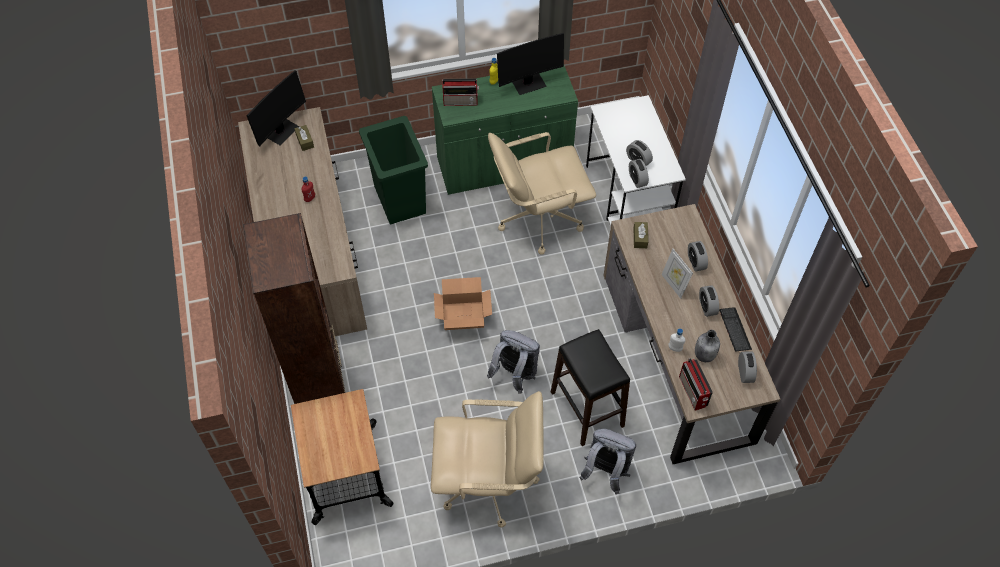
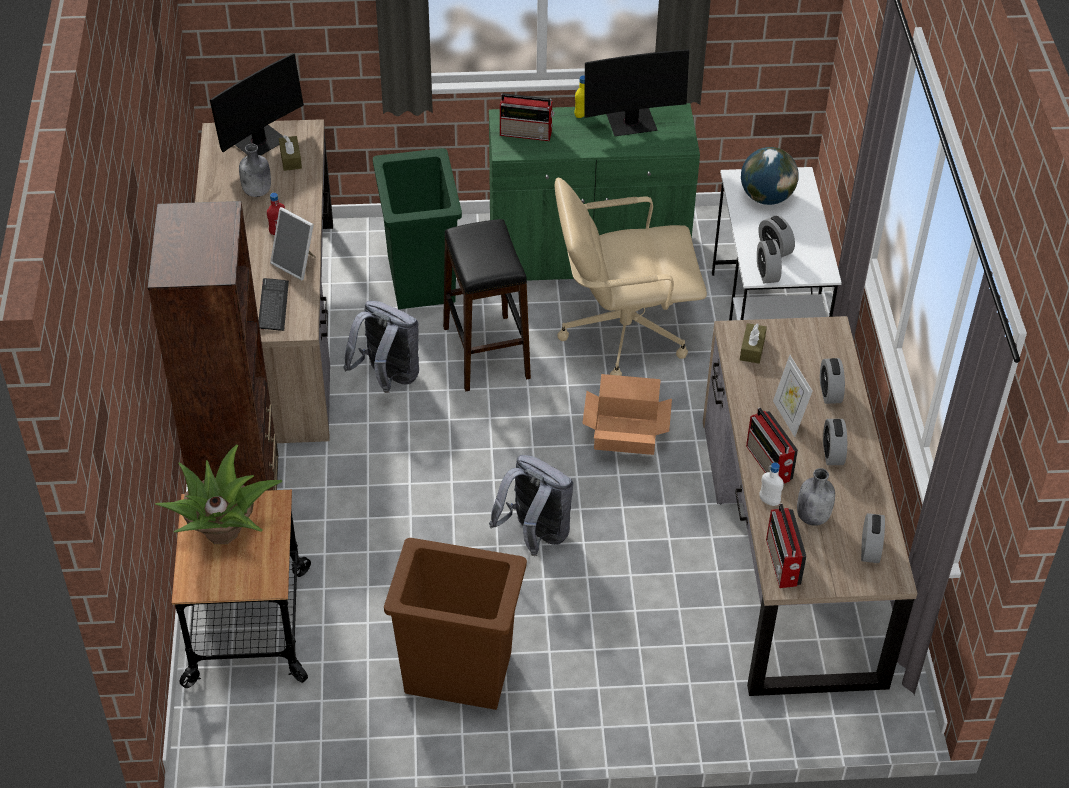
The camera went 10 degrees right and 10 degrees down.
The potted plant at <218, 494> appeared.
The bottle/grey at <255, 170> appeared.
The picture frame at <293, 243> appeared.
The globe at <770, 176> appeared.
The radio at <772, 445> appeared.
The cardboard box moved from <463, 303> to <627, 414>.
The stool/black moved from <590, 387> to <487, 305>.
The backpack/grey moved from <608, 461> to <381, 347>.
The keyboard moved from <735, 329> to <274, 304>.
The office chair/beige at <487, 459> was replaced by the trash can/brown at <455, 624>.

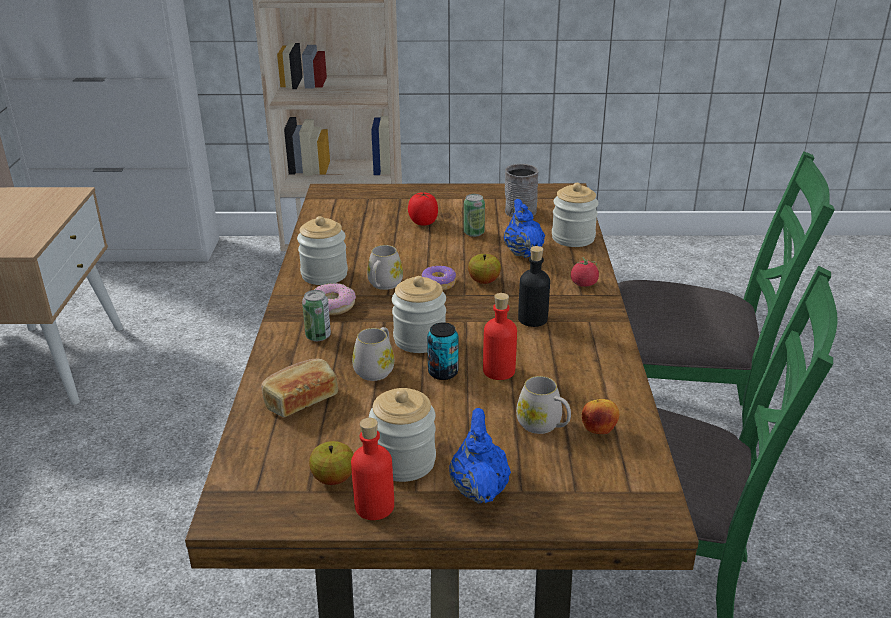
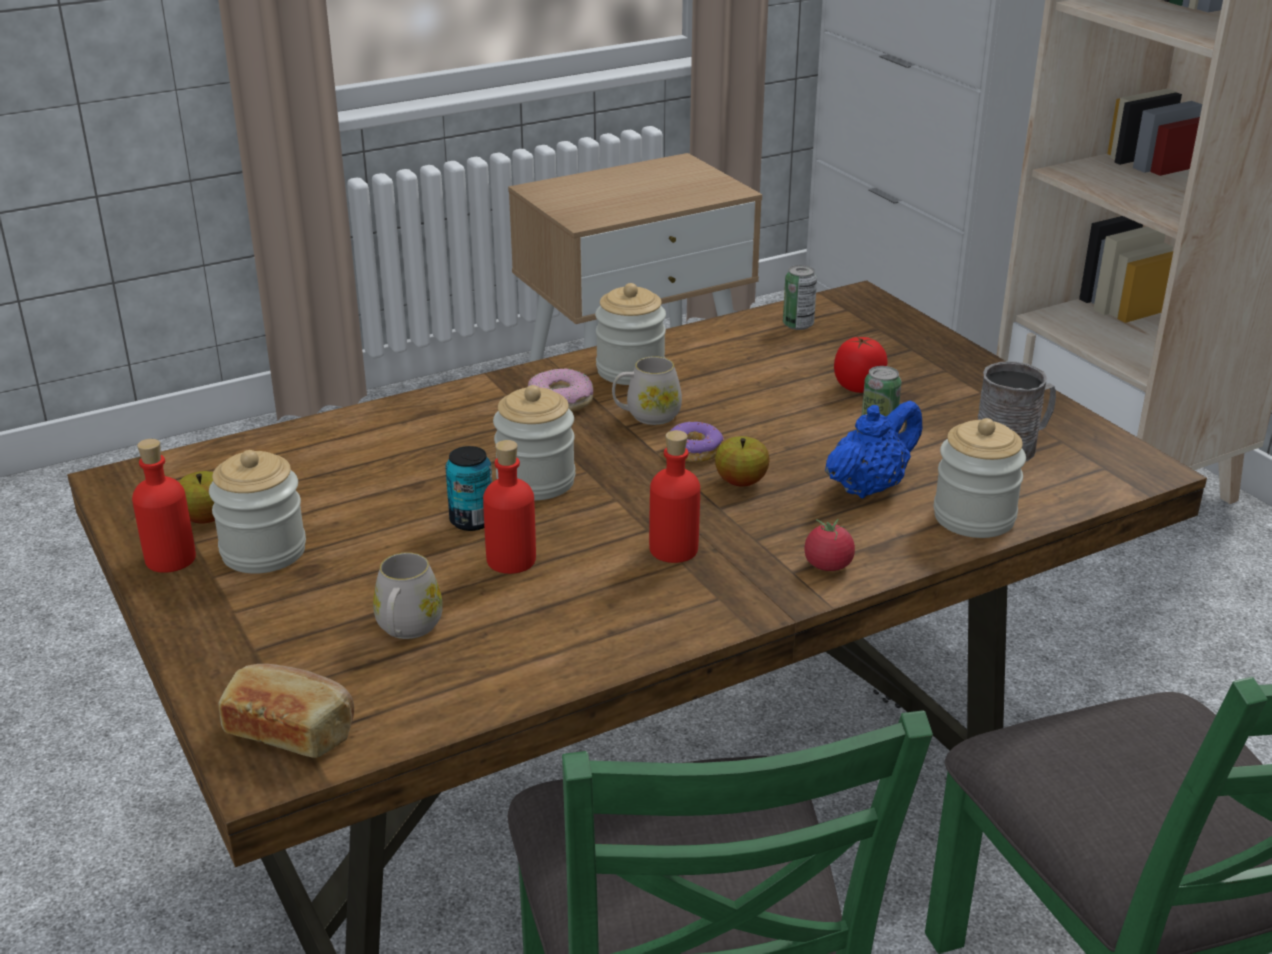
The camera went 60 degrees right and 0 degrees up.
The mug/white at <373, 354> disappeared.
The teapot/blue at <480, 456> disappeared.
The apple at <600, 416> disappeared.
The bread moved from <299, 387> to <286, 711>.
The can moved from <316, 315> to <800, 297>.
The bottle/black at <534, 286> became the bottle/red at <674, 496>.

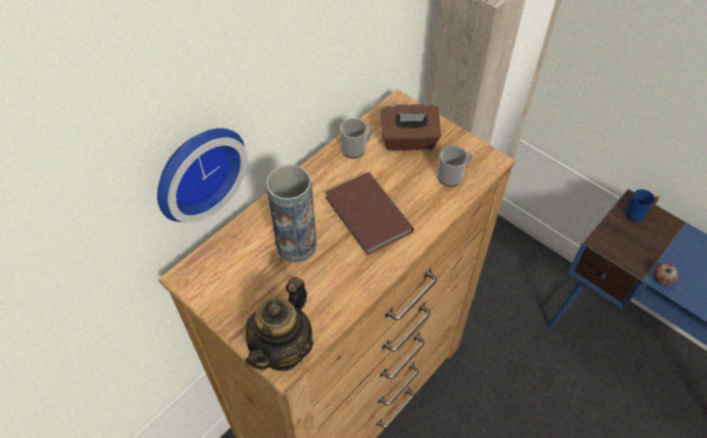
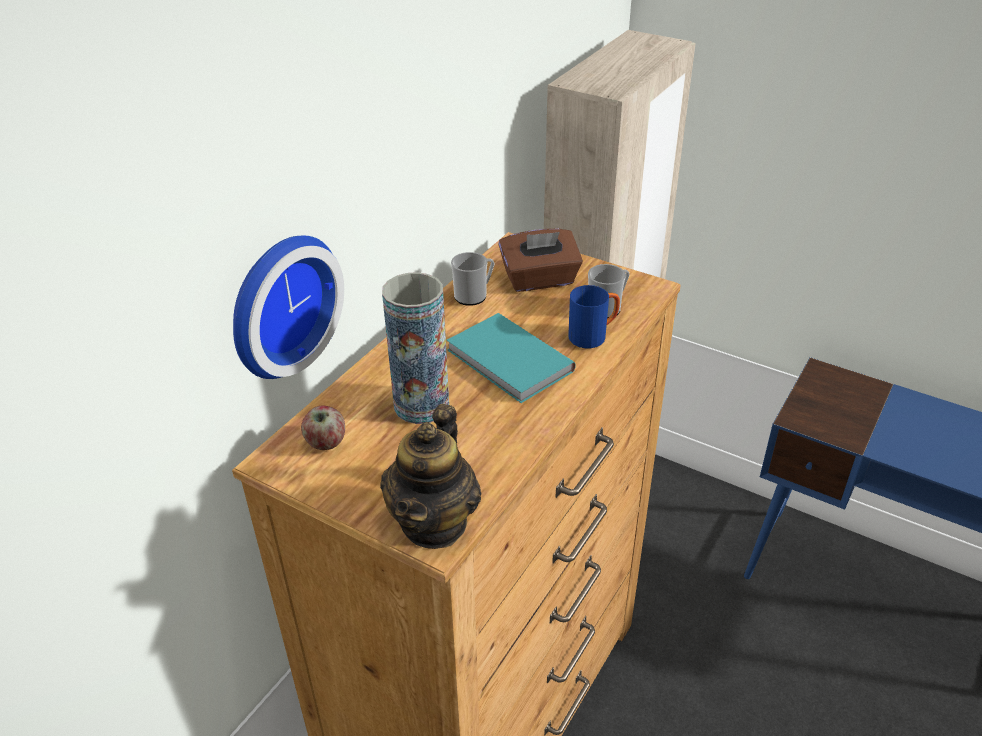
The camera went 10 degrees left and 15 degrees down.
The mug/blue moved from <642, 205> to <594, 316>.
The apple moved from <666, 274> to <323, 427>.
The book/brown at <369, 213> became the book/turquoise at <511, 358>.

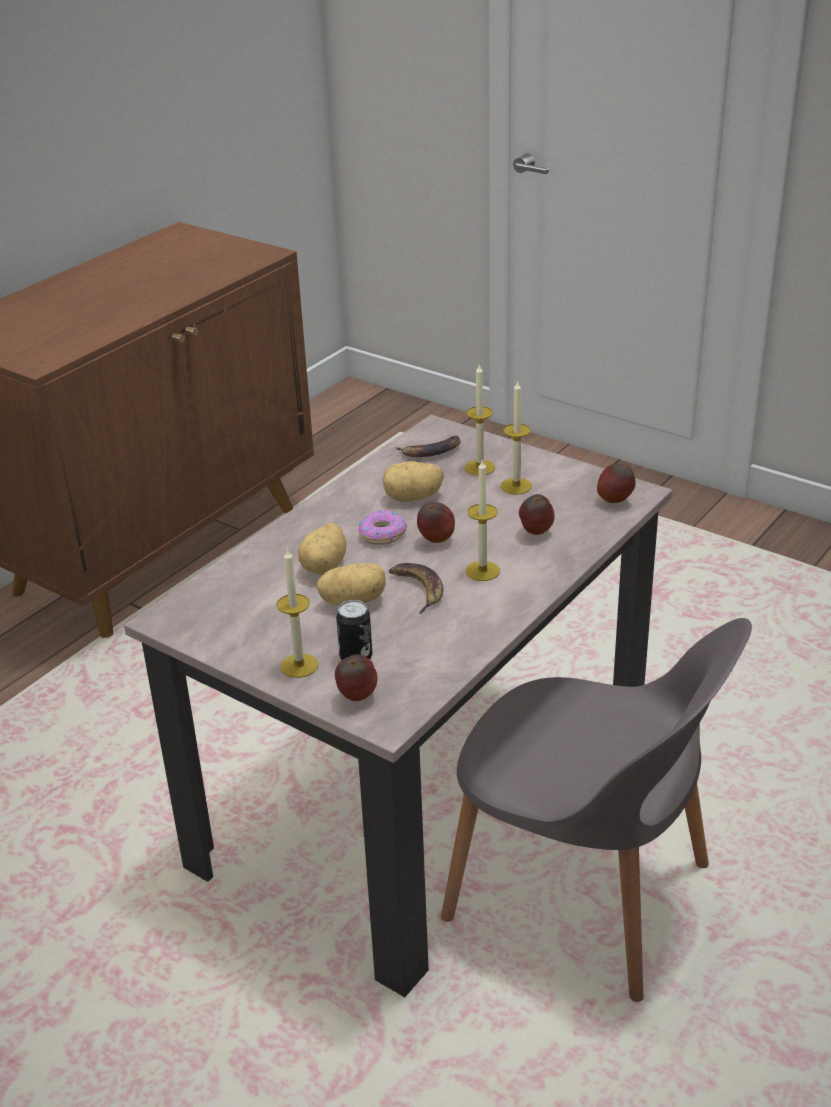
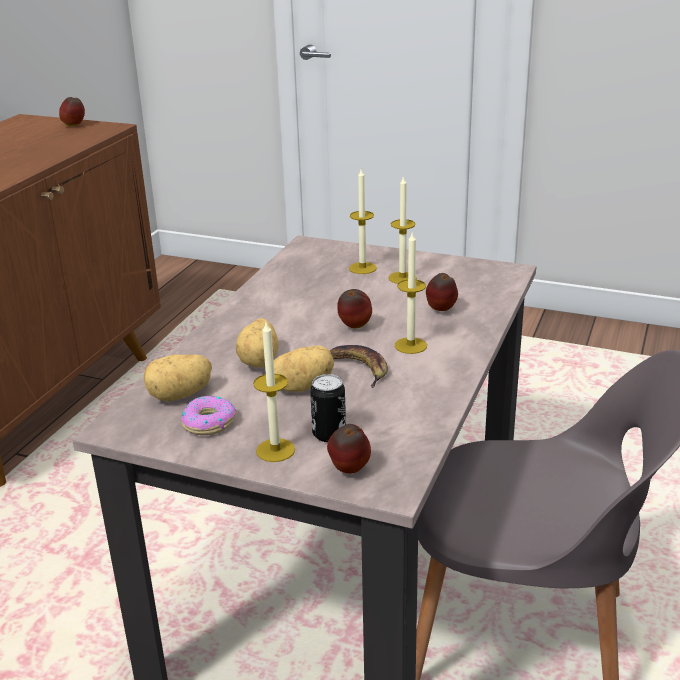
The camera went 15 degrees left and 5 degrees down.
The banana at <428, 446> disappeared.
The donut moved from <382, 527> to <208, 415>.
The potato moved from <413, 481> to <178, 377>.
The apple moved from <616, 483> to <72, 111>.

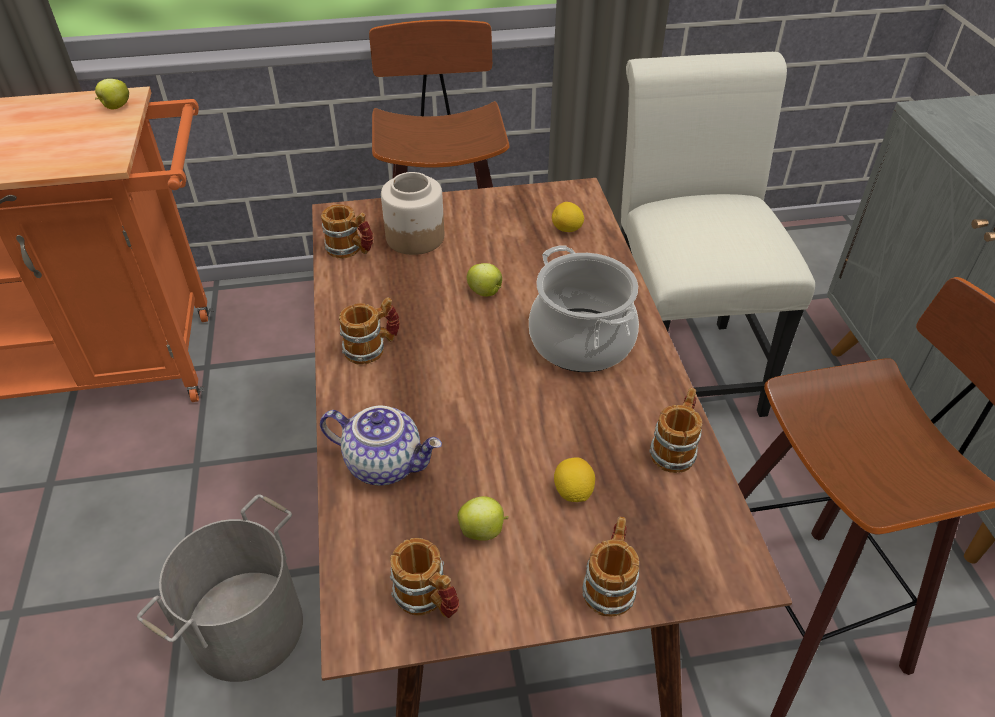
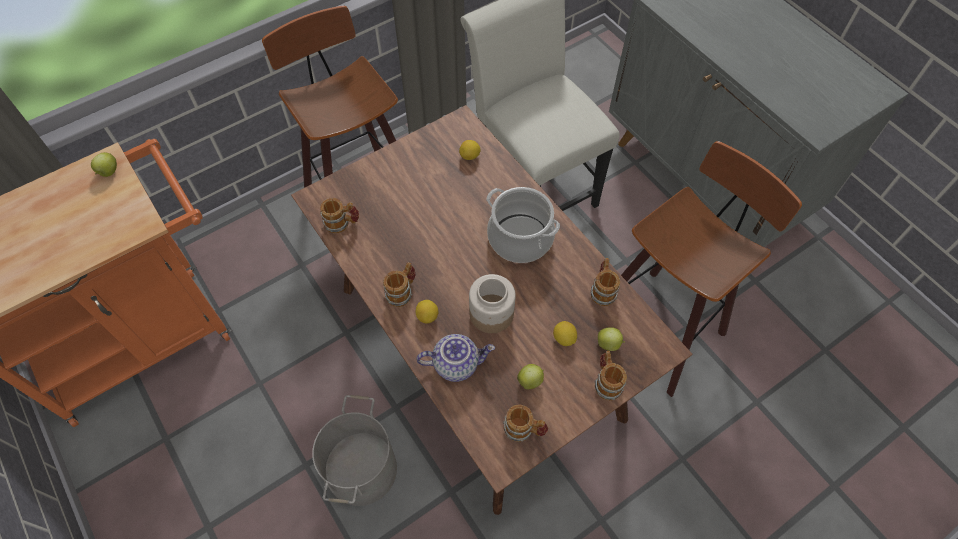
The camera went 25 degrees left and 15 degrees up.
The lemon at <427, 312> appeared.
The jar moved from <412, 213> to <492, 303>.
The apple moved from <484, 279> to <611, 339>.

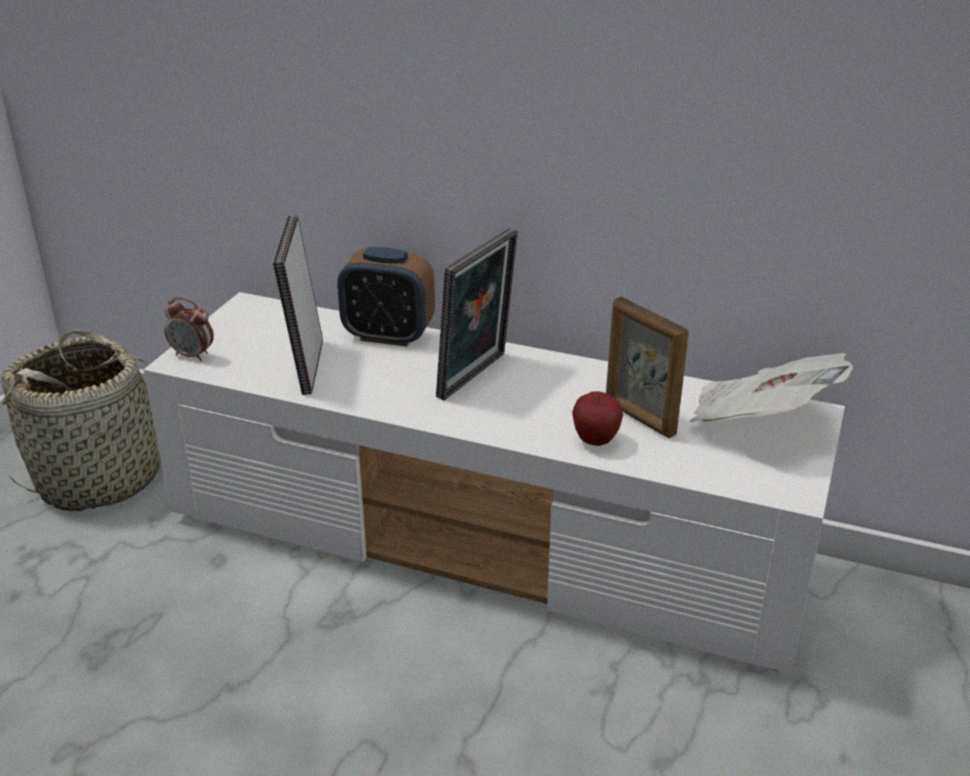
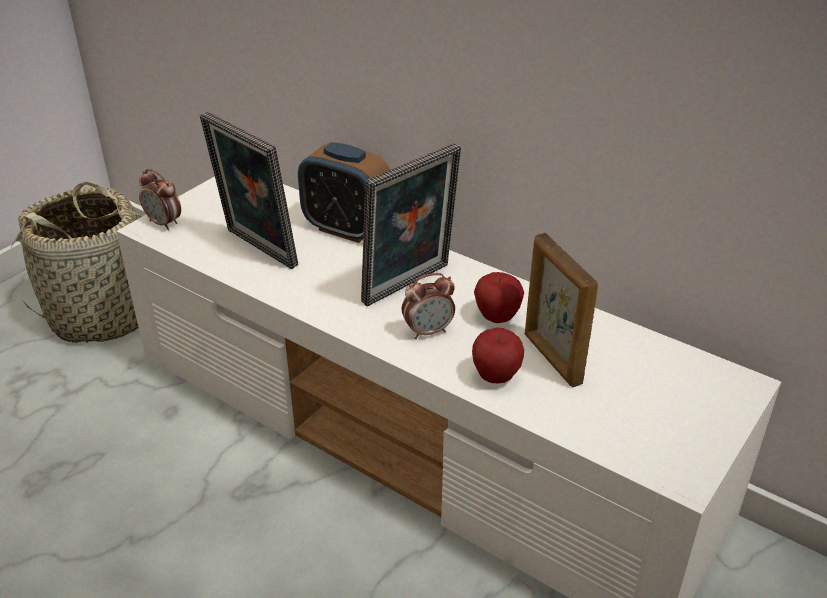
The camera went 15 degrees right and 5 degrees up.
The newspaper at <771, 387> disappeared.
The alarm clock at <428, 306> appeared.
The apple at <499, 297> appeared.
The picture frame at <298, 305> turned 60 degrees counterclockwise.

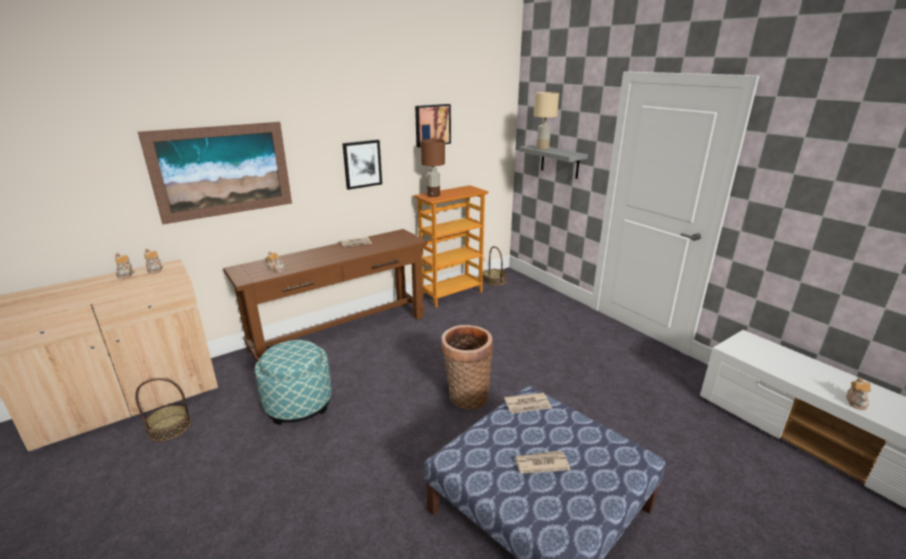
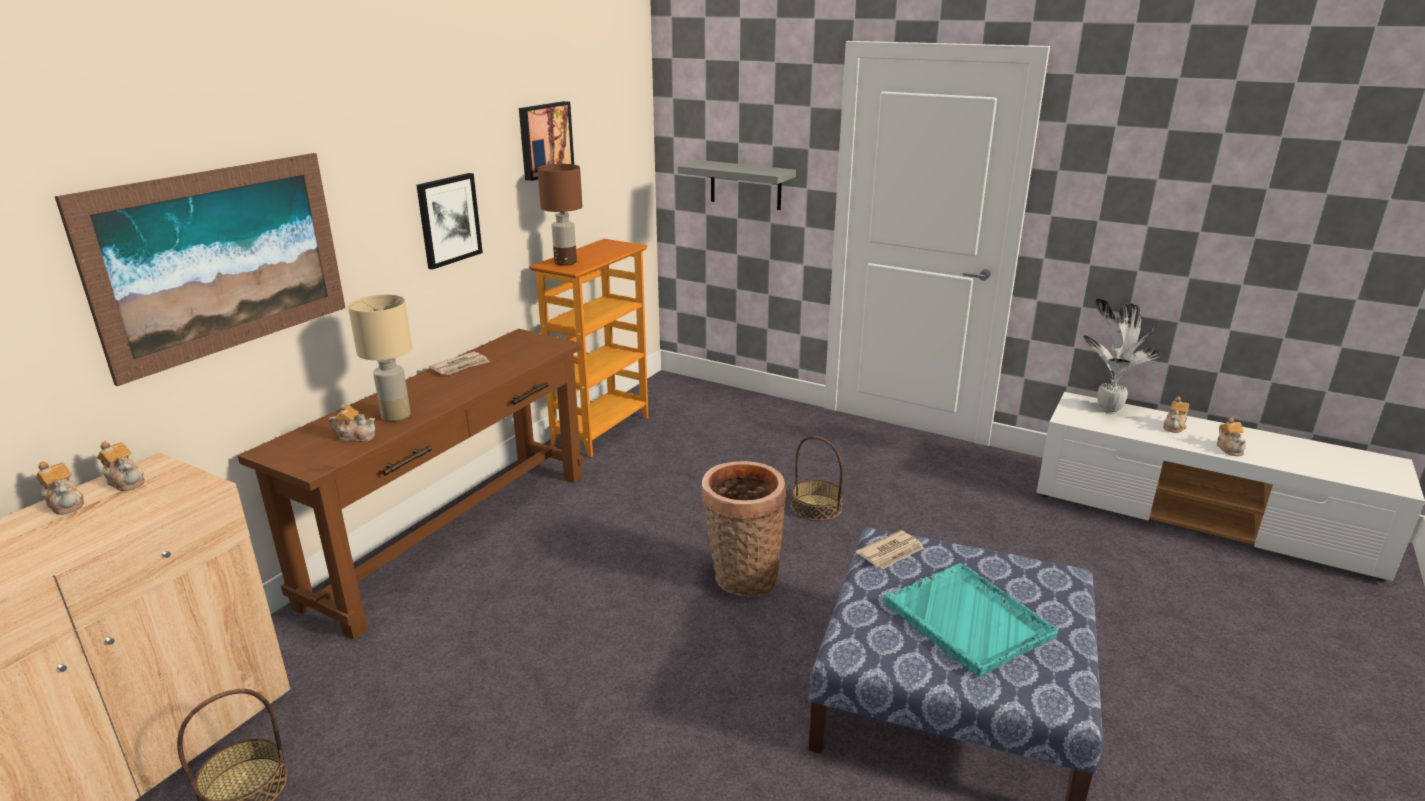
The camera went 25 degrees left and 0 degrees up.
The ottoman at <293, 382> disappeared.
The potted plant at <1122, 356> appeared.
The teapot at <1176, 414> appeared.
The basket moved from <495, 266> to <817, 478>.
The table lamp/beige moved from <546, 121> to <380, 357>.
The newspaper at <542, 462> was replaced by the tray/turquoise at <971, 619>.

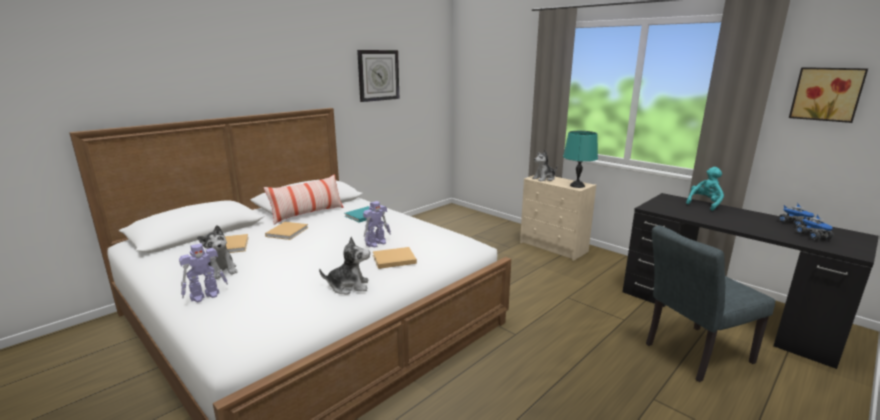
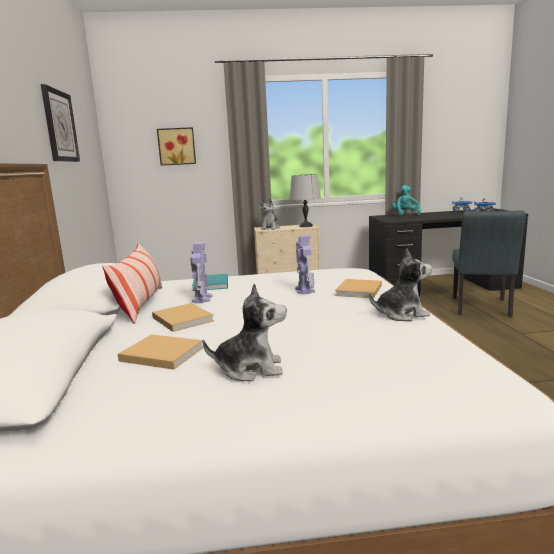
The camera went 50 degrees left and 5 degrees down.
The toy robot moved from <203, 273> to <201, 272>.
The picture moved from <828, 95> to <176, 146>.
The table lamp/turquoise at <580, 159> became the table lamp/grey at <305, 200>.
The plush toy at <344, 266> turned 45 degrees clockwise.

